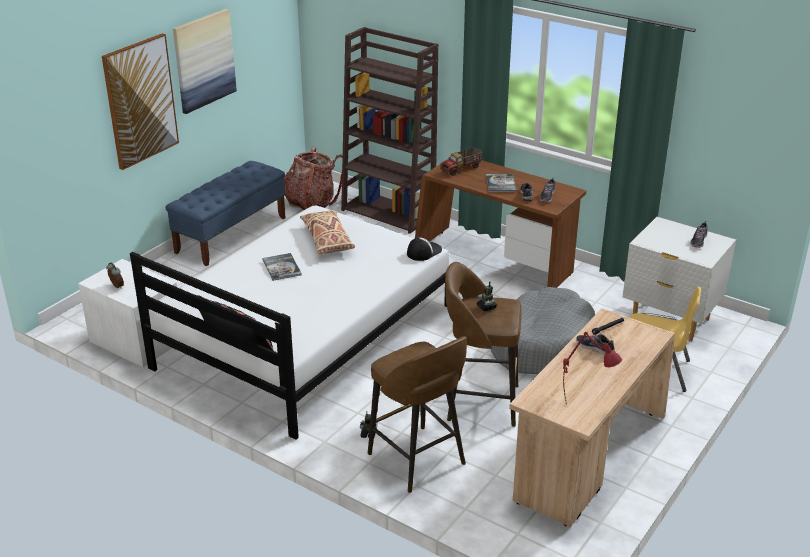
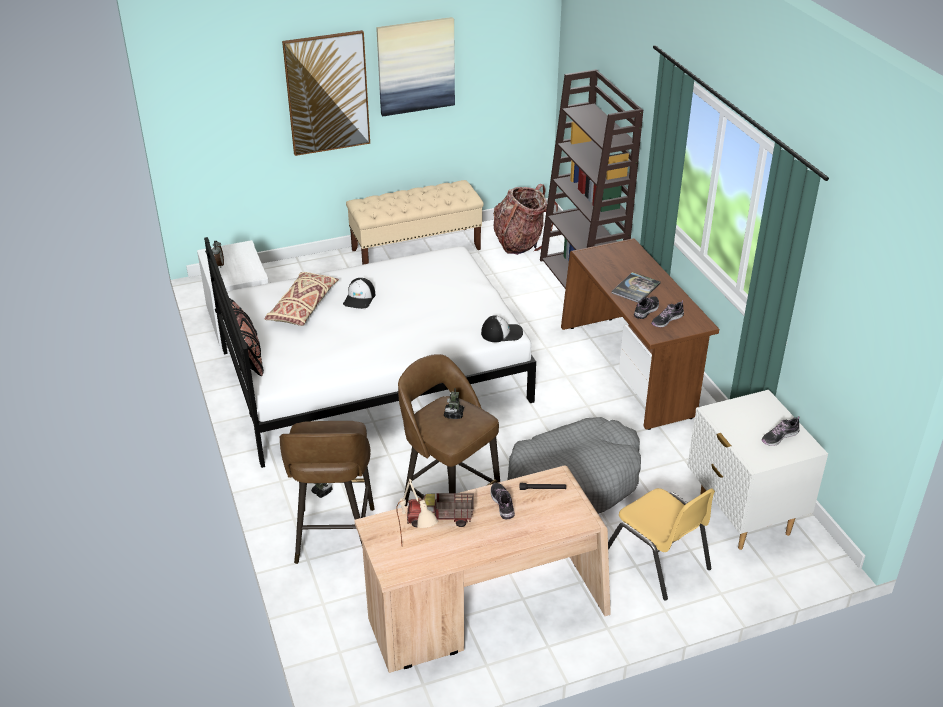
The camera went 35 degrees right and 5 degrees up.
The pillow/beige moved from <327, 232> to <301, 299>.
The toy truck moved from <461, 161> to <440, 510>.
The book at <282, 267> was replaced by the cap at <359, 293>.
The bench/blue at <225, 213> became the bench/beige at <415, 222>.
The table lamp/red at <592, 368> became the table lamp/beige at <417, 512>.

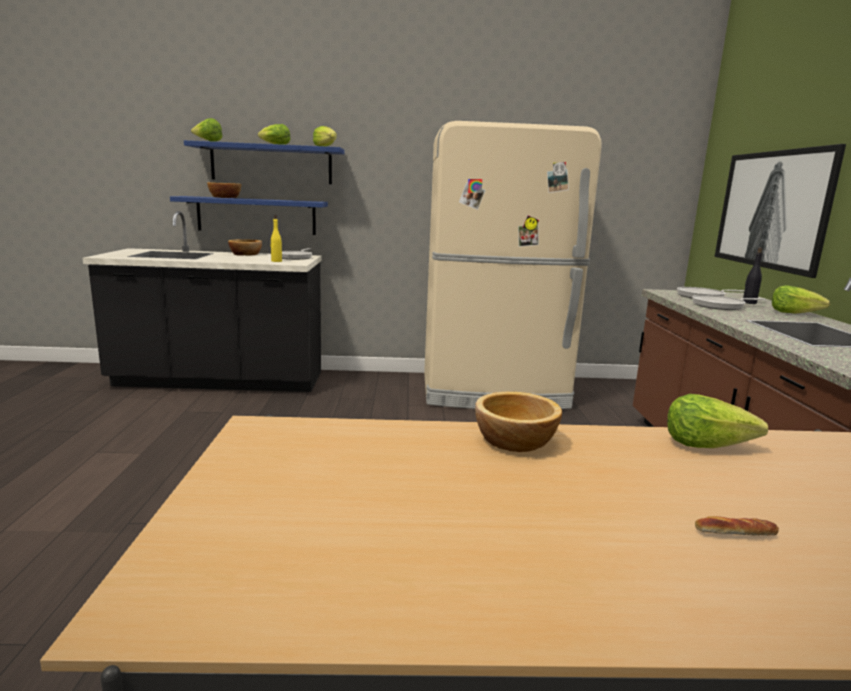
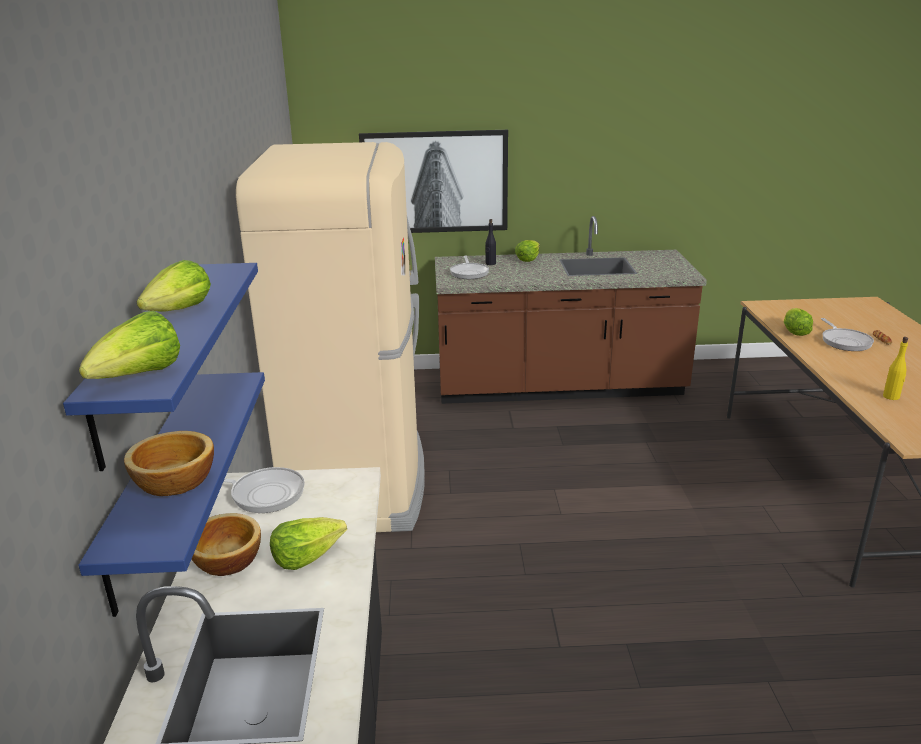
The camera went 90 degrees left and 10 degrees up.
The bowl at <518, 422> disappeared.
The bottle/yellow moved from <276, 238> to <895, 368>.
The lettuce moved from <325, 136> to <308, 543>.
The frying pan moved from <729, 302> to <847, 334>.

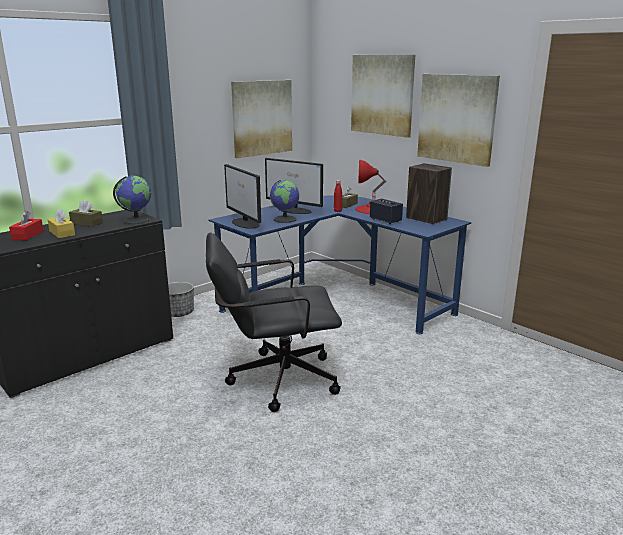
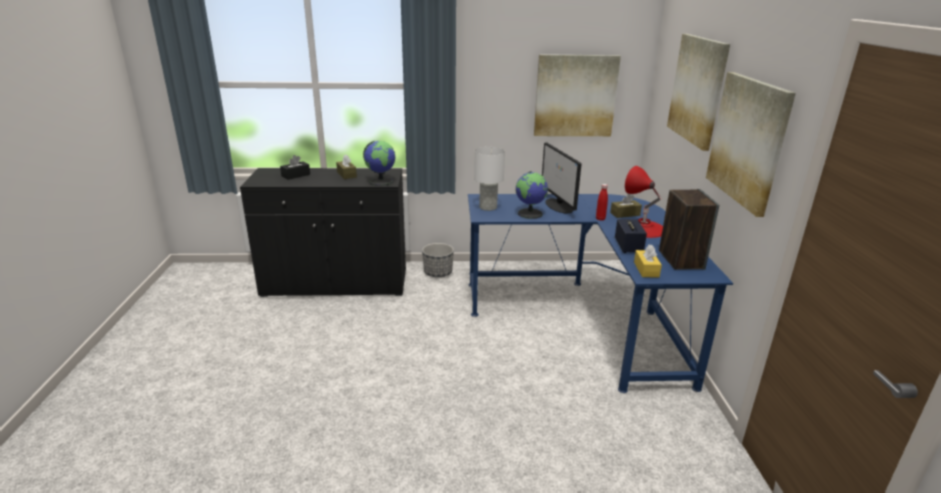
The camera went 40 degrees right and 5 degrees up.
The office chair/black at <274, 322> disappeared.
The tissue box/yellow moved from <61, 223> to <648, 261>.
The monitor at <242, 196> was replaced by the table lamp/white at <489, 179>.
The tissue box/red at <26, 225> became the tissue box/black at <295, 167>.

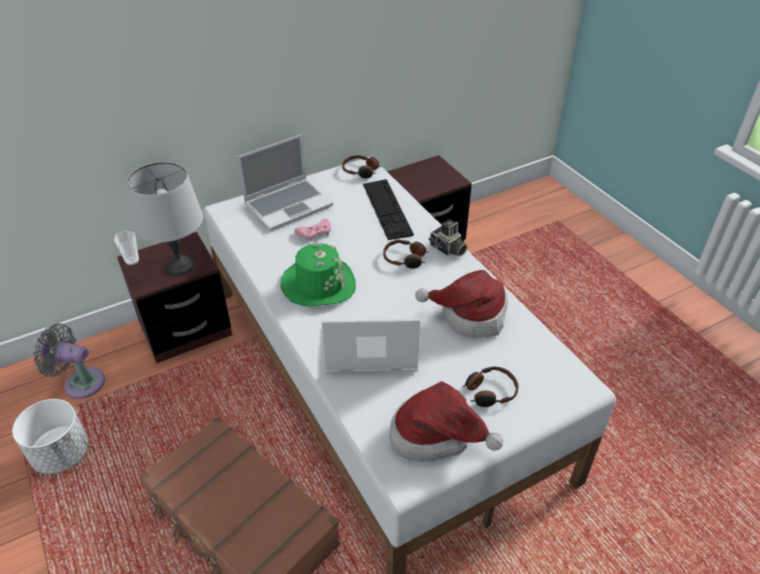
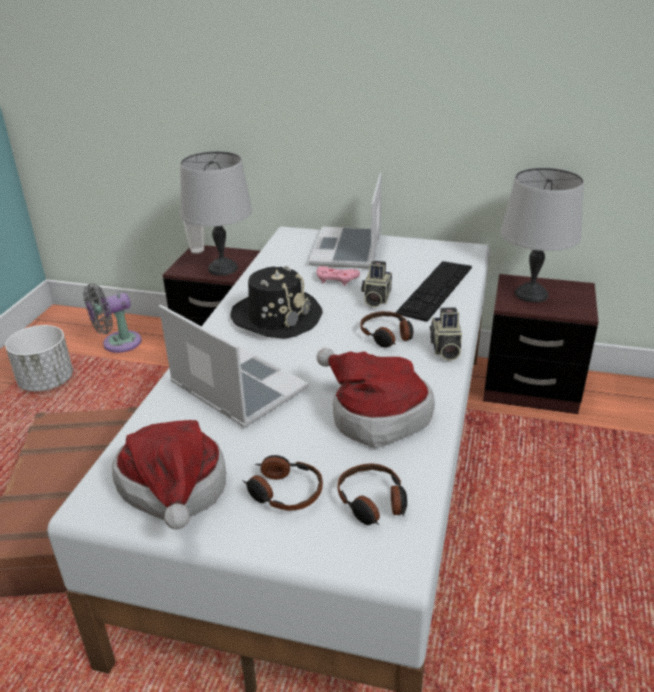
The camera went 45 degrees right and 10 degrees down.
The photo camera at <376, 284> appeared.
The table lamp/grey at <542, 235> appeared.
The headphones moved from <361, 167> to <372, 494>.
The hat/green at <318, 274> became the hat/black at <276, 302>.
The fan/grey at <69, 361> turned 90 degrees counterclockwise.
The laptop at <285, 182> turned 90 degrees clockwise.

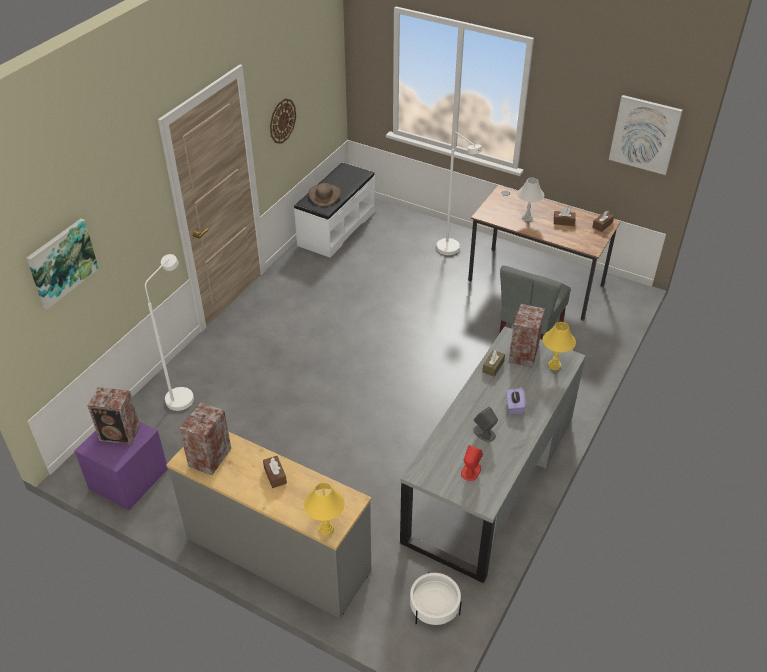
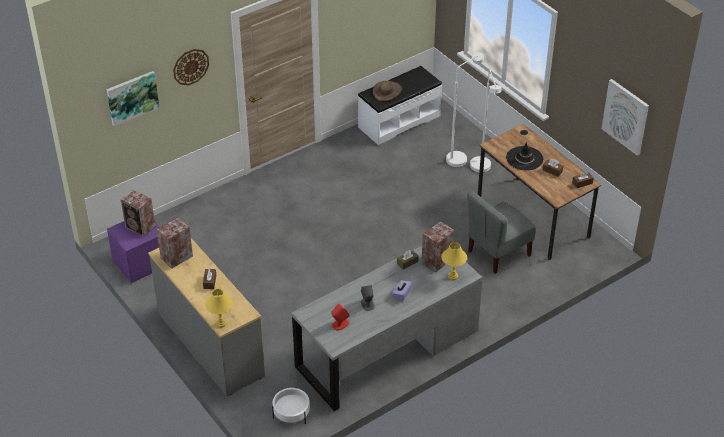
The camera went 25 degrees right and 0 degrees up.
The floor lamp/white moved from <169, 332> to <465, 109>.
The wall clock moved from <283, 121> to <191, 67>.
The table lamp/white at <530, 199> was replaced by the hat/black at <524, 156>.

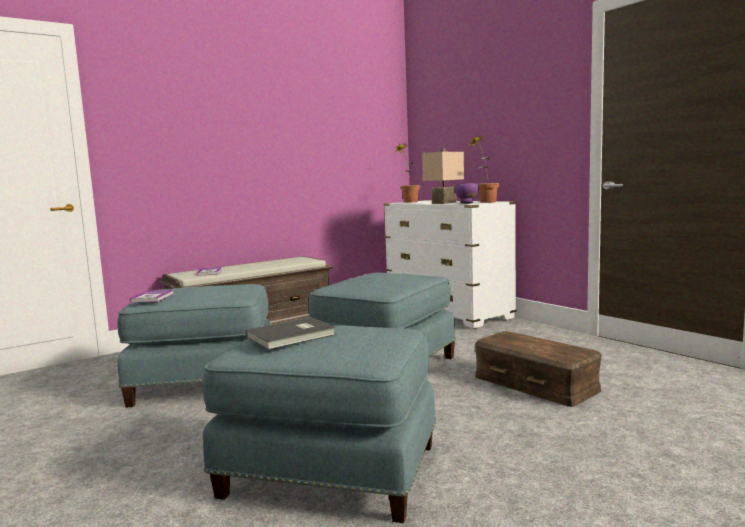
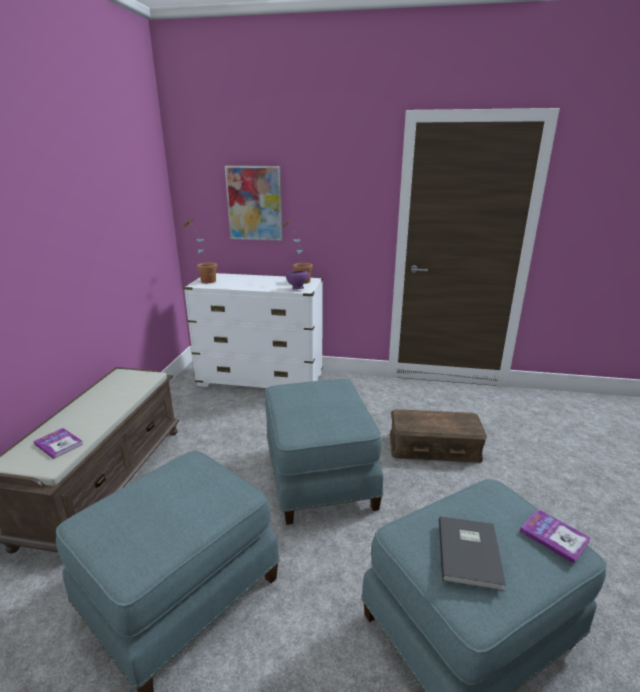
The camera went 45 degrees left and 15 degrees up.
The table lamp/beige at <443, 176> disappeared.
The picture at <254, 203> appeared.
The book moved from <151, 296> to <555, 536>.

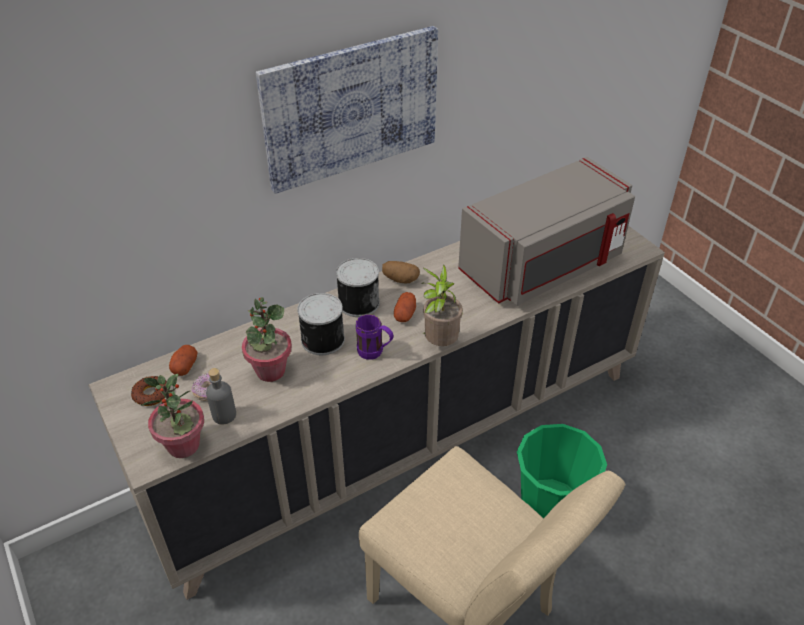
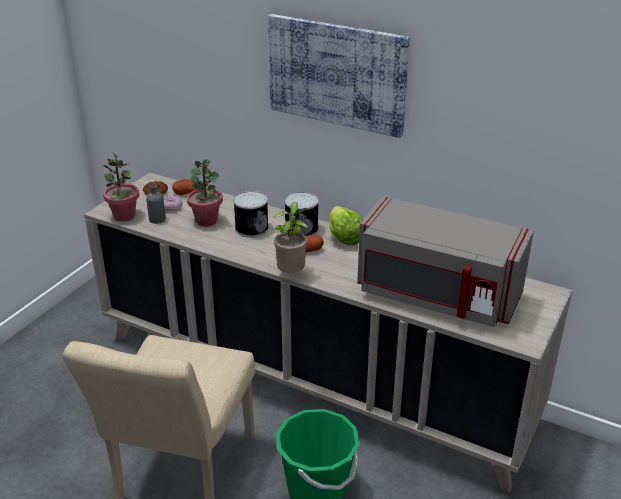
The camera went 60 degrees right and 10 degrees down.
The mug/purple at <374, 337> disappeared.
The potato at <401, 272> was replaced by the lettuce at <346, 225>.

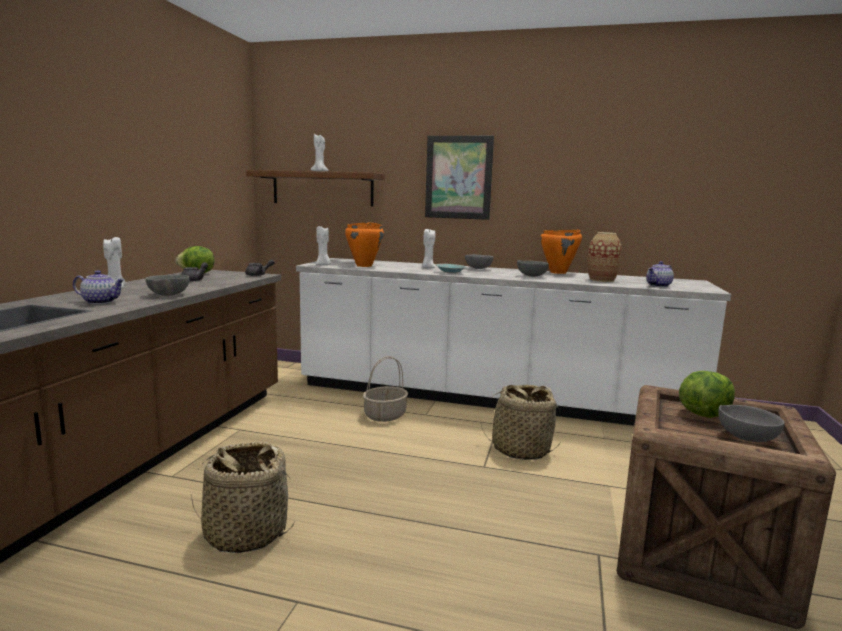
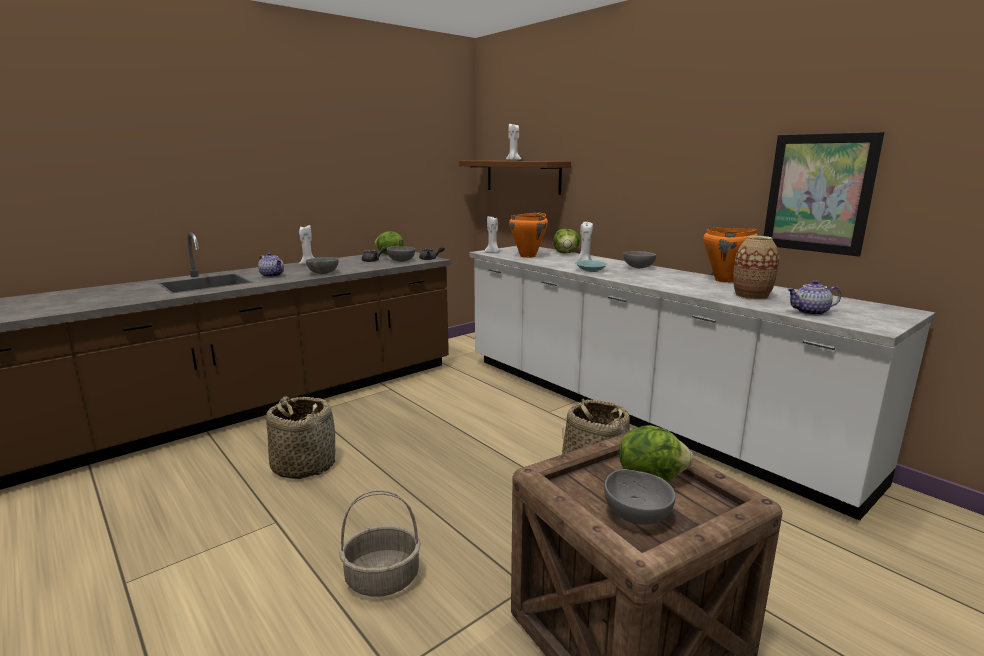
The camera went 35 degrees right and 5 degrees up.
The lettuce at <567, 241> appeared.
The basket moved from <385, 389> to <380, 543>.
The picture moved from <459, 178> to <824, 194>.
The bowl/grey moved from <533, 268> to <401, 254>.

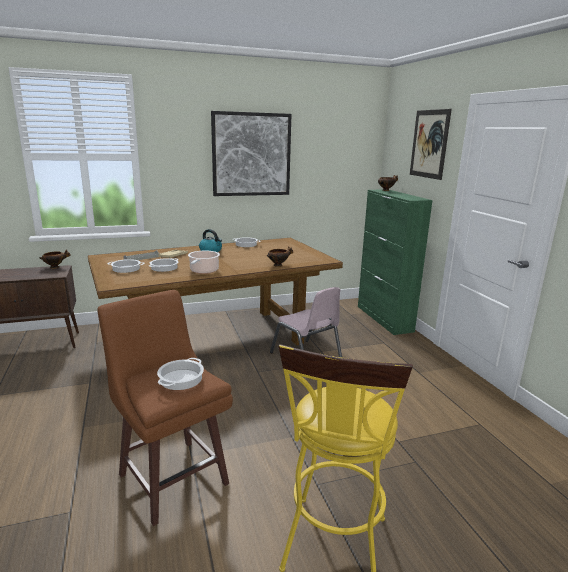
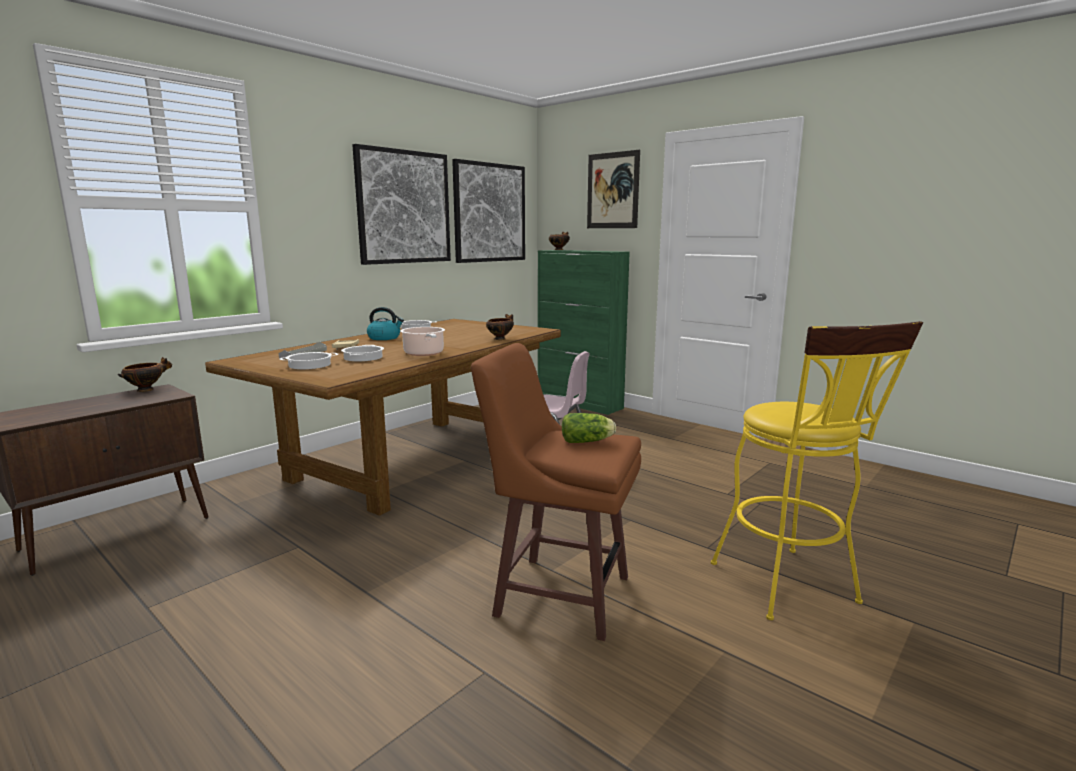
The camera went 30 degrees left and 5 degrees down.
The picture at <488, 211> appeared.
The cooking pot at <180, 374> was replaced by the lettuce at <589, 428>.

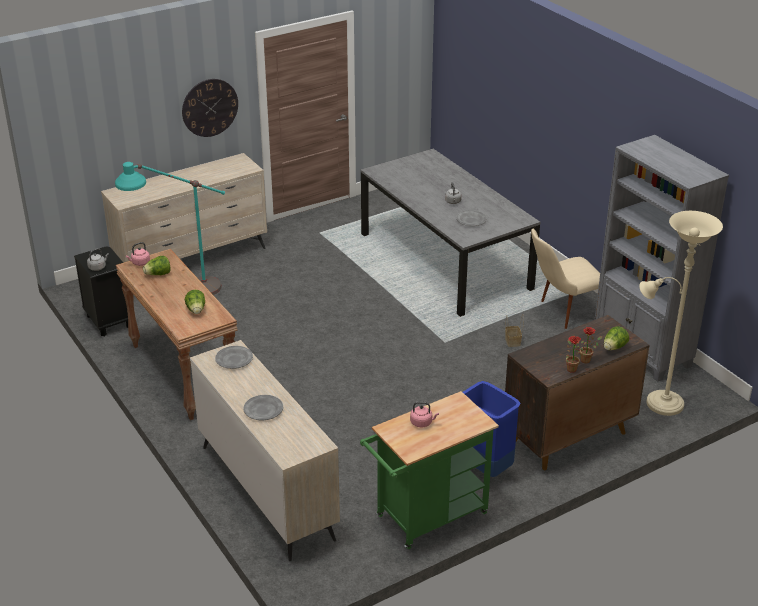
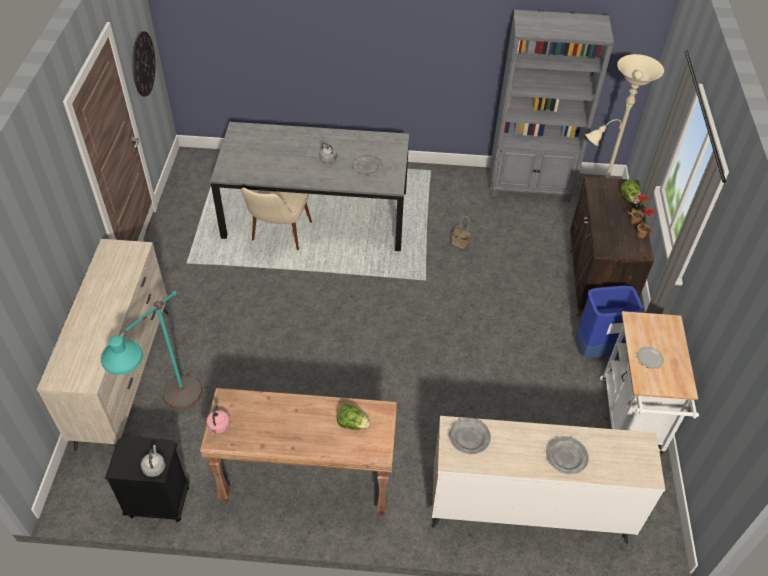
The camera went 55 degrees left and 15 degrees up.
The lettuce at <157, 265> disappeared.
The wall clock moved from <210, 108> to <144, 64>.
The chair/beige moved from <565, 279> to <276, 218>.
The kettle/pink at <424, 414> was replaced by the plate at <650, 358>.
The cart/green at <429, 470> became the cart/white at <649, 382>.

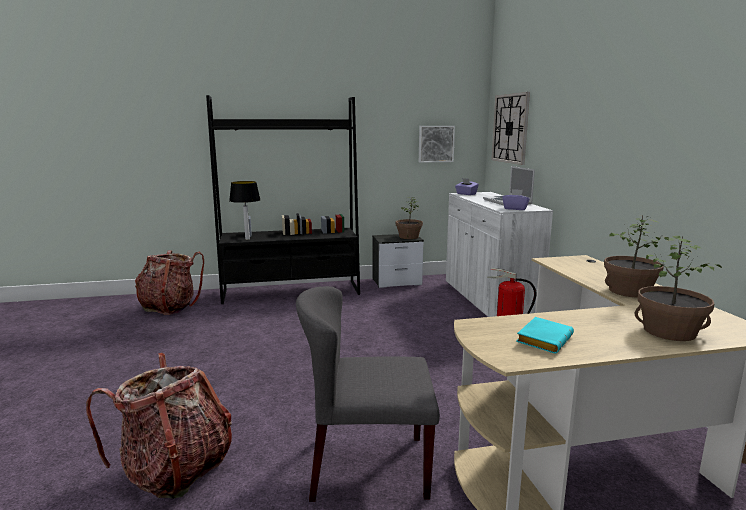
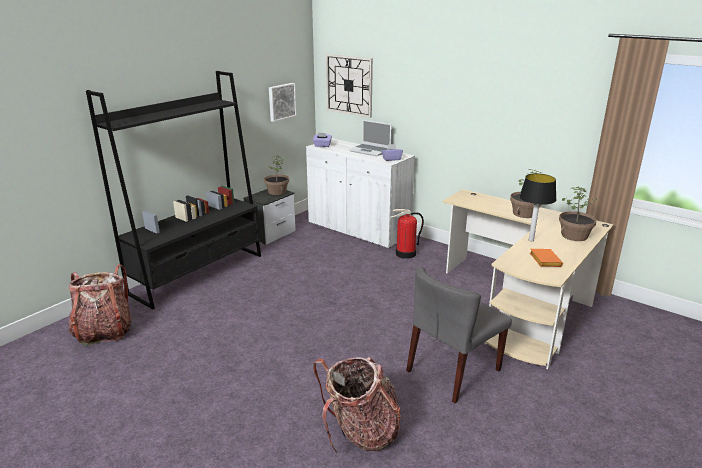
The camera went 40 degrees left and 10 degrees up.
The table lamp moved from <245, 210> to <538, 207>.
The book/turquoise at <545, 335> became the book/orange at <546, 258>.

